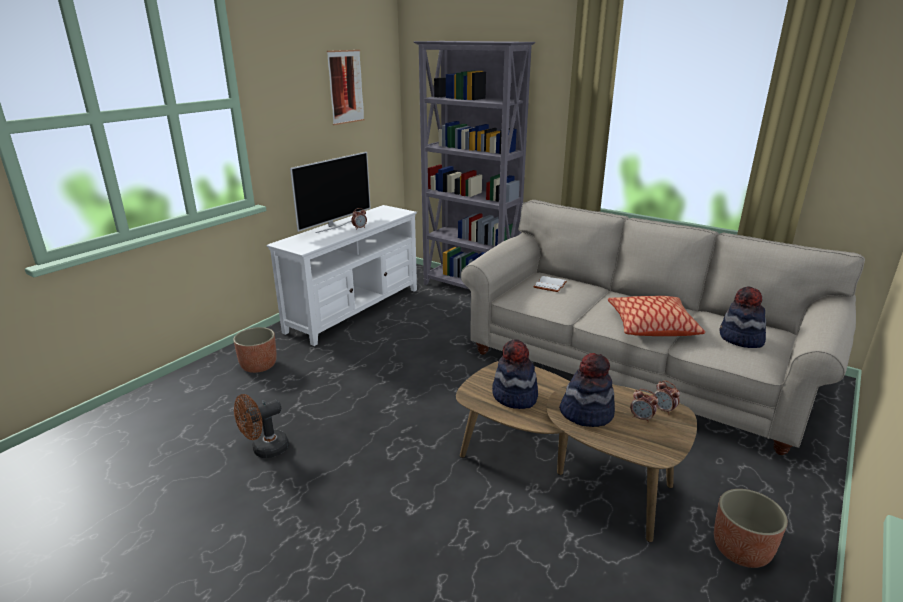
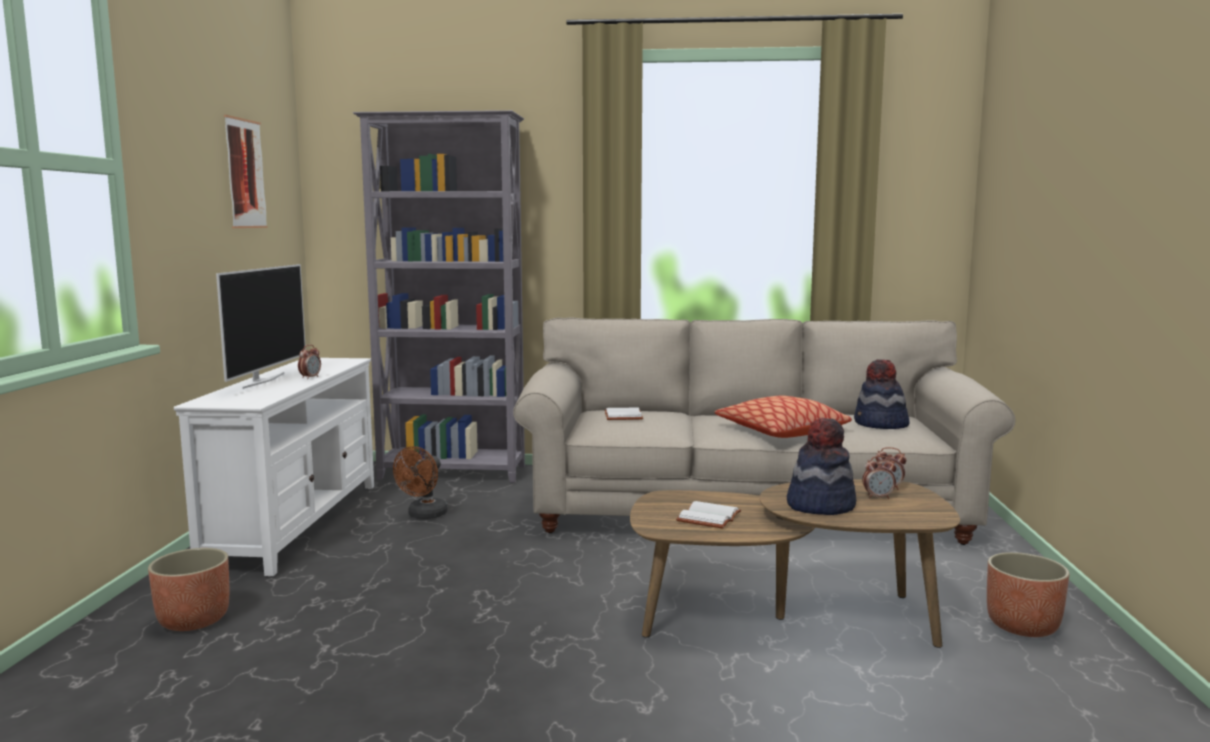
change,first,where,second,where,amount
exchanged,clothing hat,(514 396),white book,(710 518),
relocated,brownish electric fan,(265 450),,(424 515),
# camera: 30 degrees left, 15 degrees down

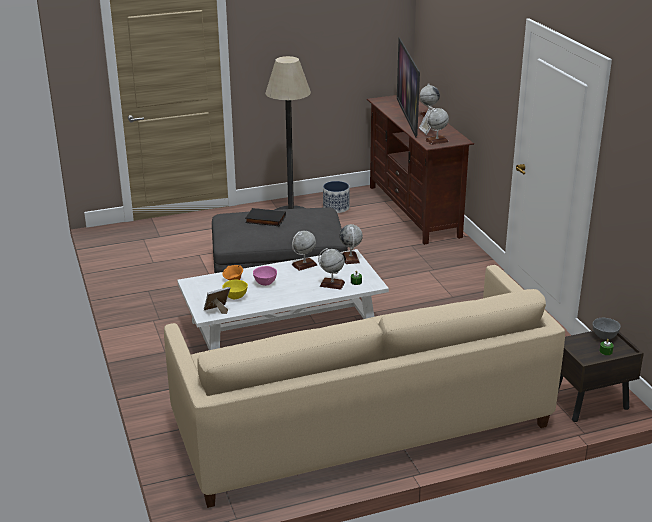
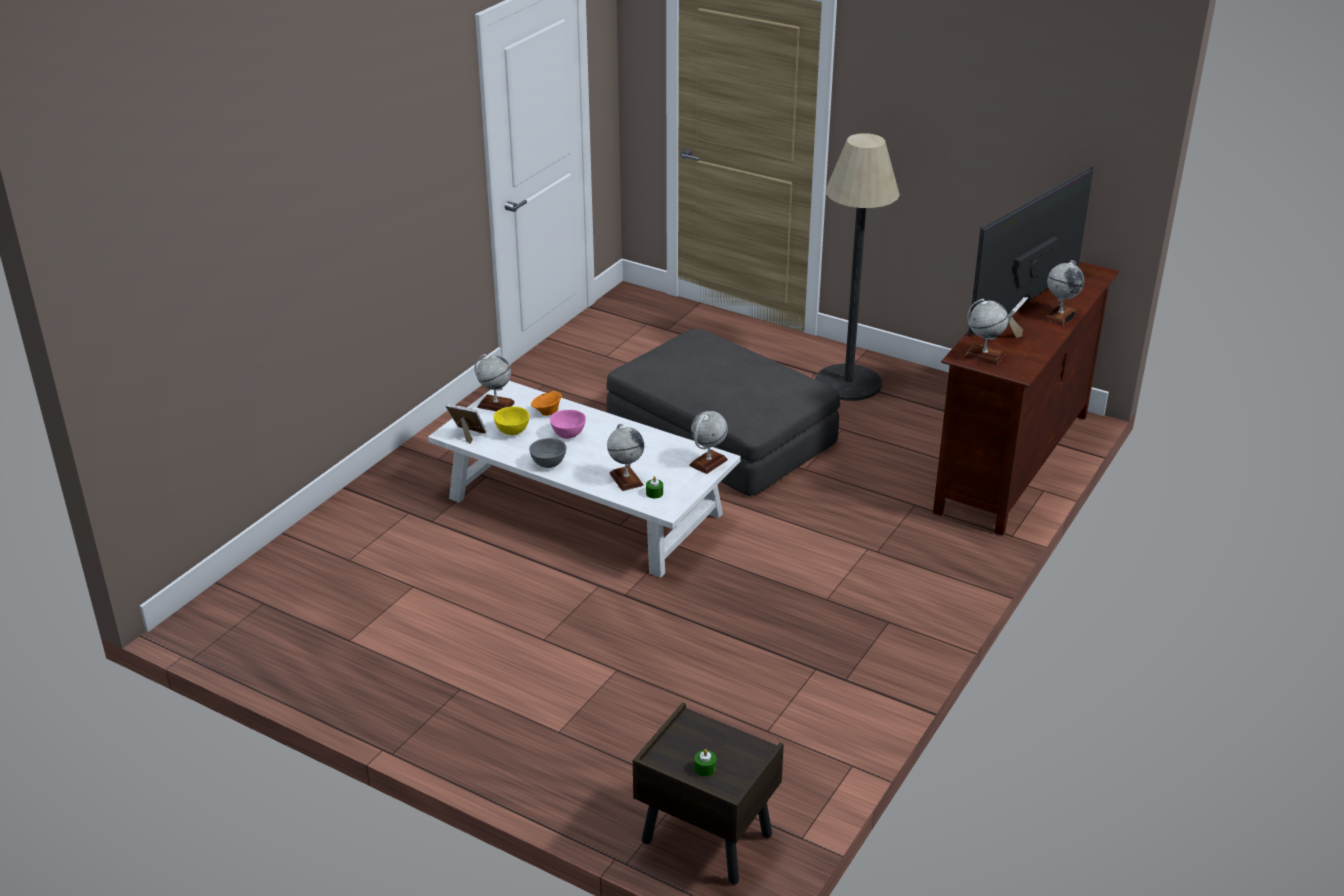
change,first,where,second,where,amount
missing,plant pot,(336 208),,,
missing,black-coloured book,(265 220),,,
relocated,desk globe,(304 265),,(495 405),
missing,beige-coloured sofa,(361 425),,,
relocated,greyish serving bowl,(604 337),,(548 464),
# camera: 50 degrees right, 5 degrees up

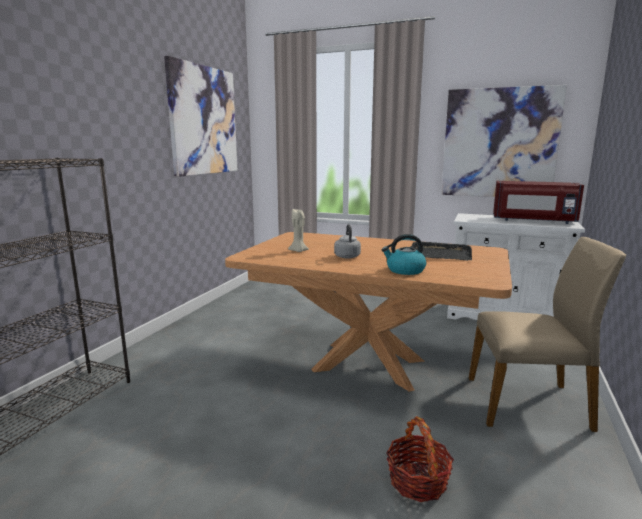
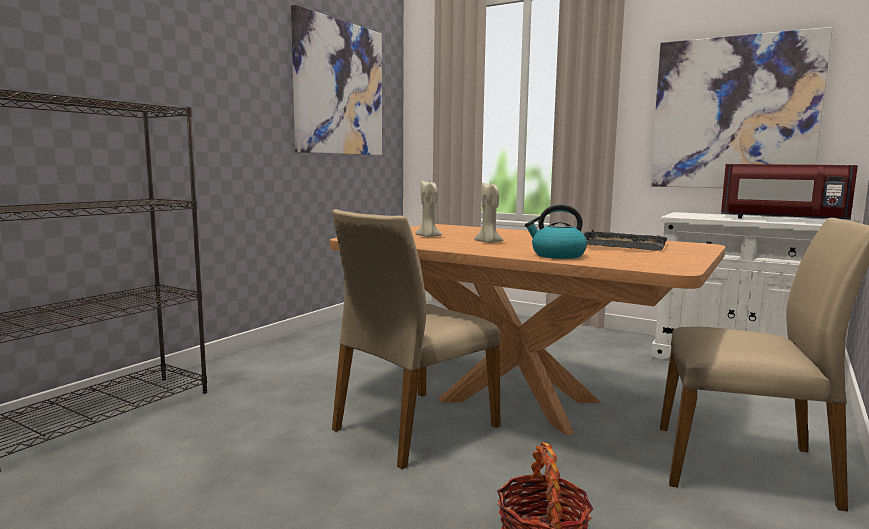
change,first,where,second,where,amount
exchanged,greyish tea kettle,(347 256),beige-coloured candle,(488 242),
appeared,,,beige-coloured chair,(413 427),
# camera: 10 degrees right, 5 degrees down

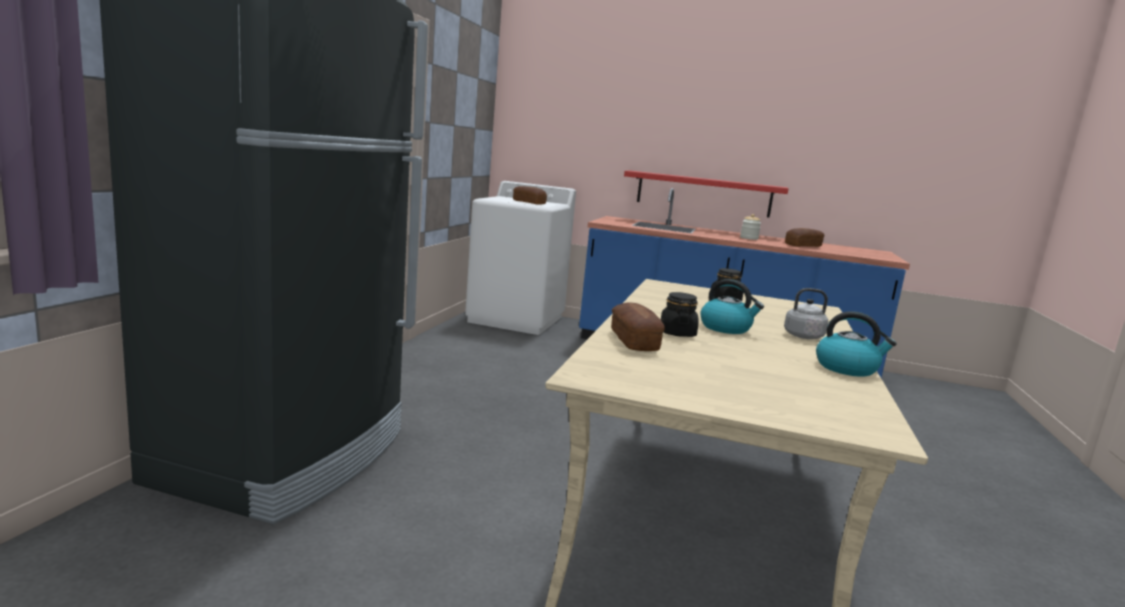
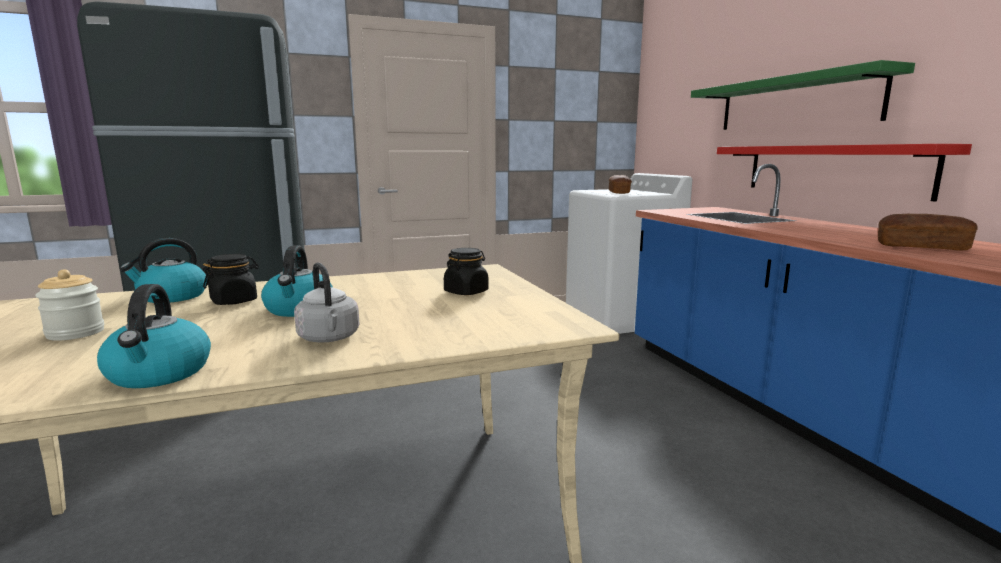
change,first,where,second,where,amount
relocated,jar,(749 238),,(75 333),
exchanged,bread,(634 341),tea kettle,(172 297),
appeared,,,green wall shelf,(795 103),
# camera: 55 degrees right, 0 degrees up

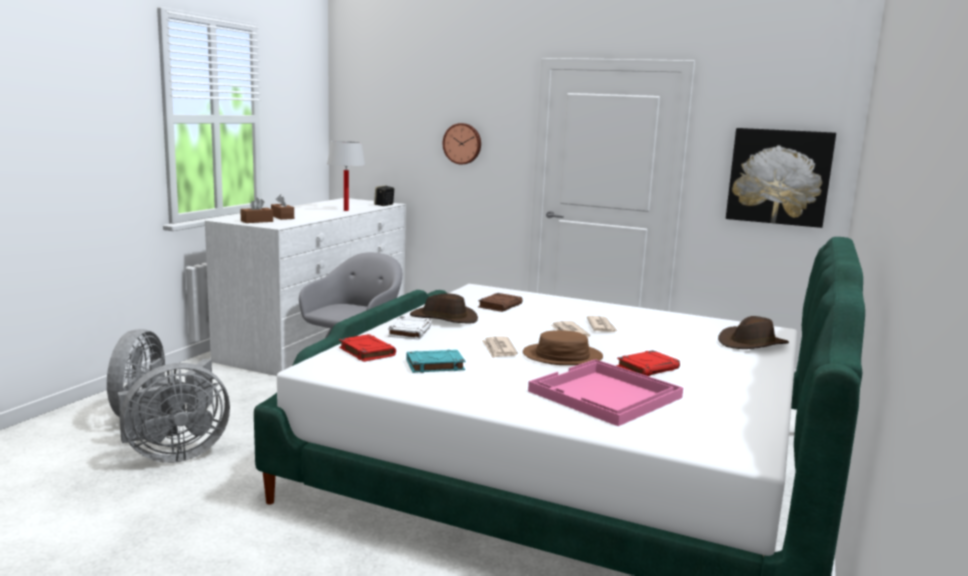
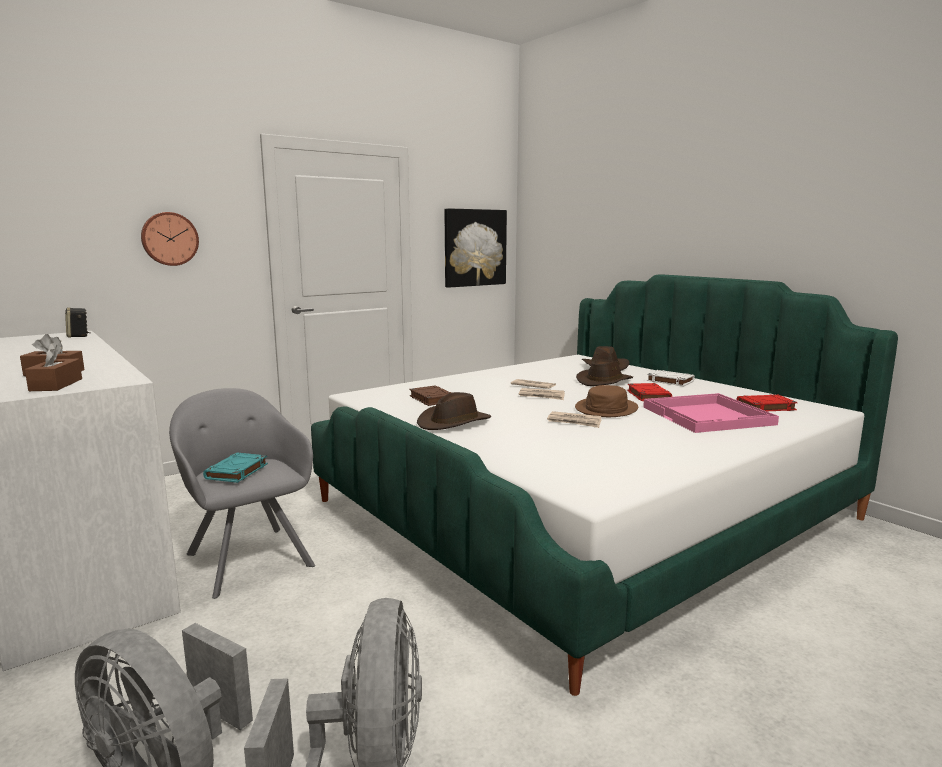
change,first,where,second,where,amount
missing,white table lamp,(346 210),,,
relocated,white book,(409 331),,(669 381),
relocated,red-coloured book,(366 352),,(765 407),
relocated,turquoise-coloured book,(434 365),,(236 472),
appeared,,,brownish clothing hat,(605 381),
# camera: 60 degrees left, 0 degrees up

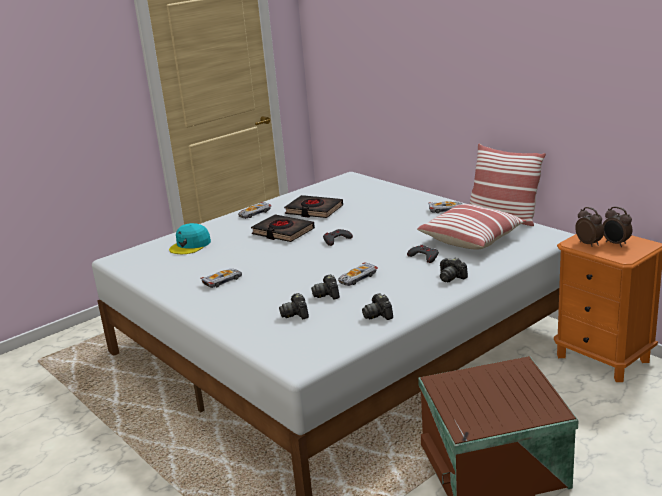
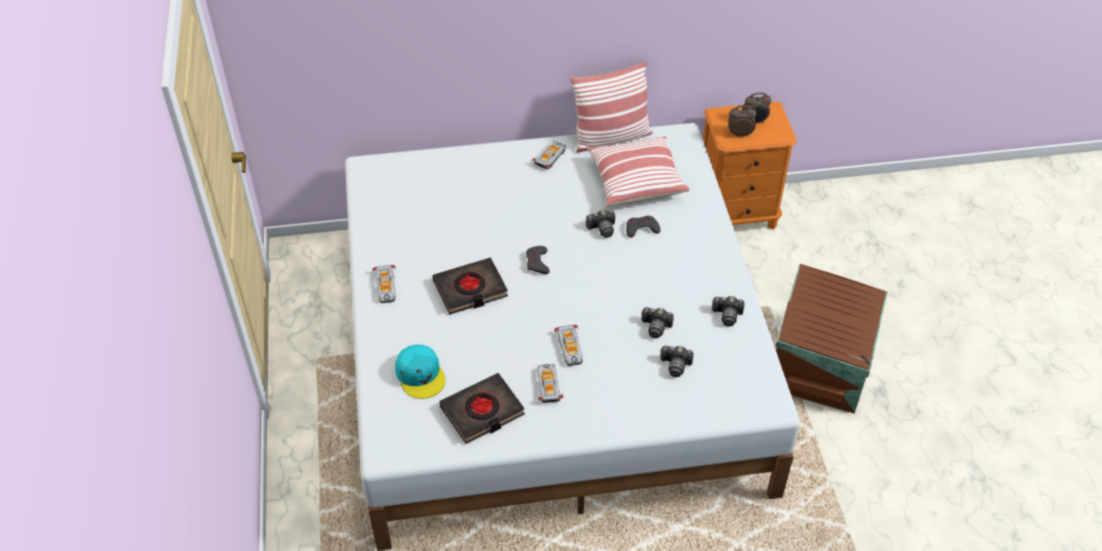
change,first,where,second,where,amount
relocated,black-coloured book,(314 210),,(482 411),
relocated,still camera,(451 277),,(602 229),
relocated,toy car,(357 278),,(570 348),
# camera: 60 degrees left, 25 degrees up

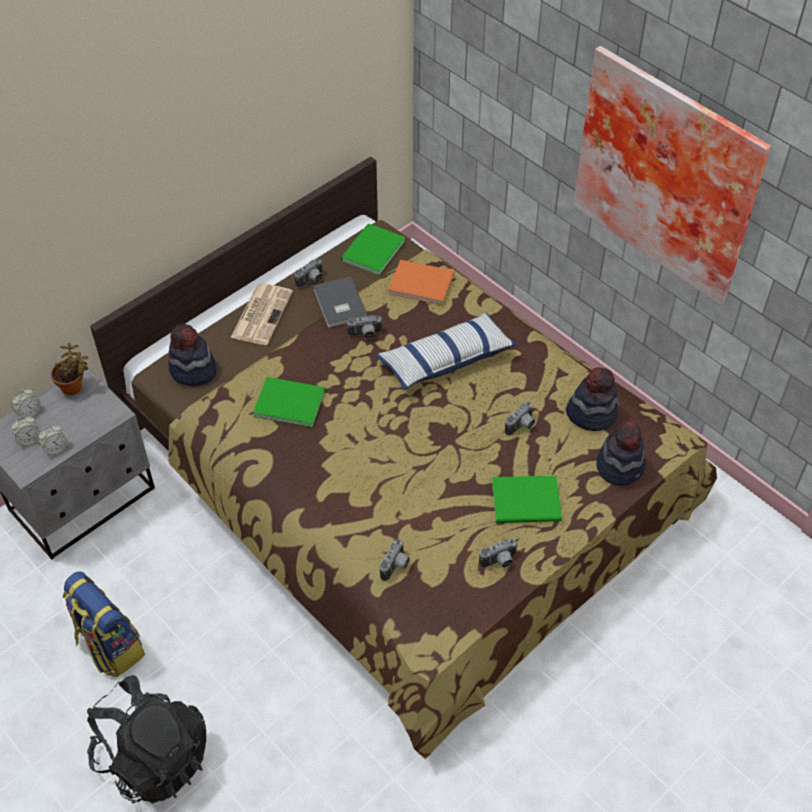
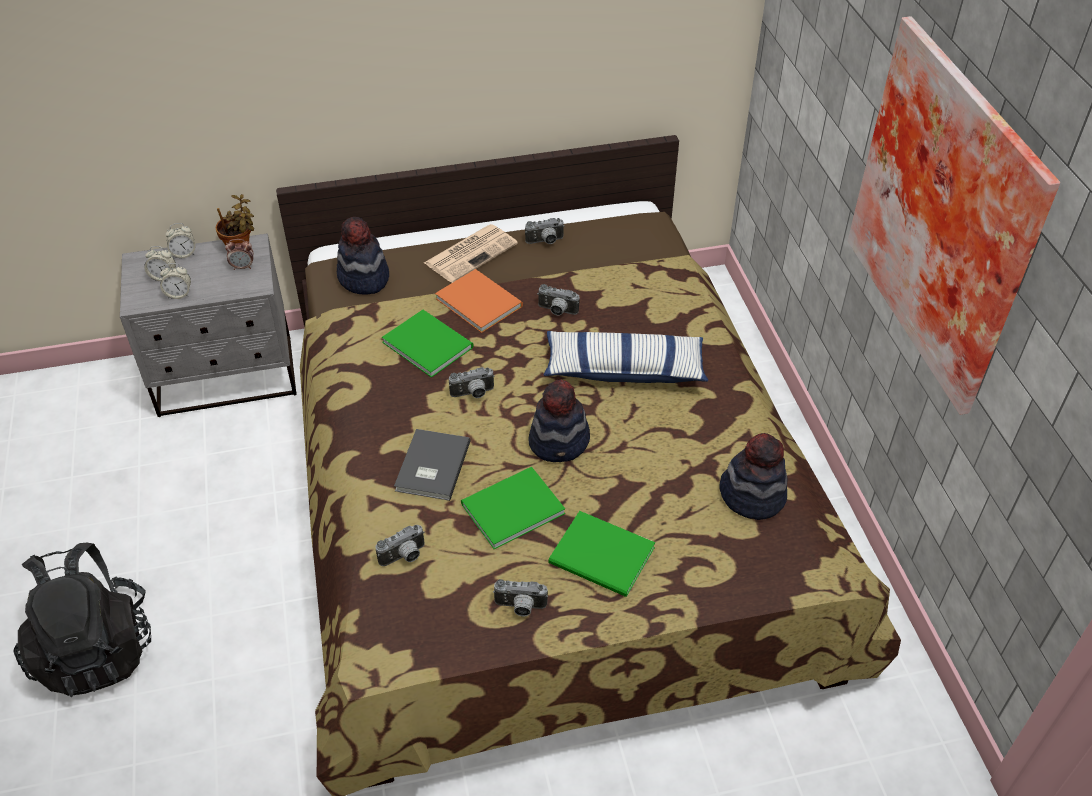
change,first,where,second,where,amount
relocated,green book,(371 251),,(509 508),
relocated,orange book,(420 282),,(479 300),
relocated,greyish book,(339 305),,(430 467),
relocated,still camera,(521 426),,(473 394),
relocated,clothing hat,(620 466),,(560 441),
missing,knapsack,(109 646),,,
appeared,,,bedside clock,(243 267),
# camera: 30 degrees right, 5 degrees down

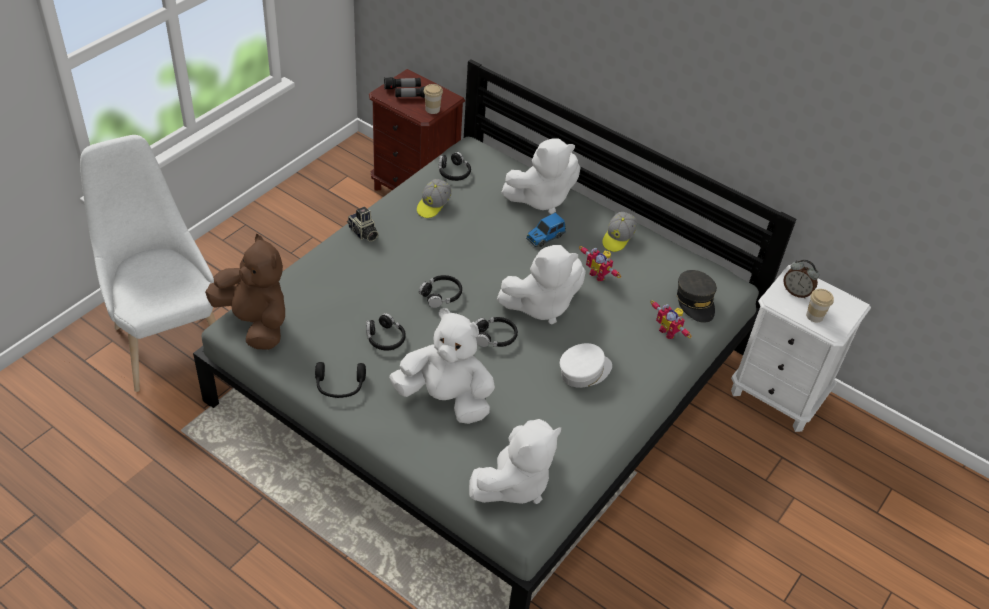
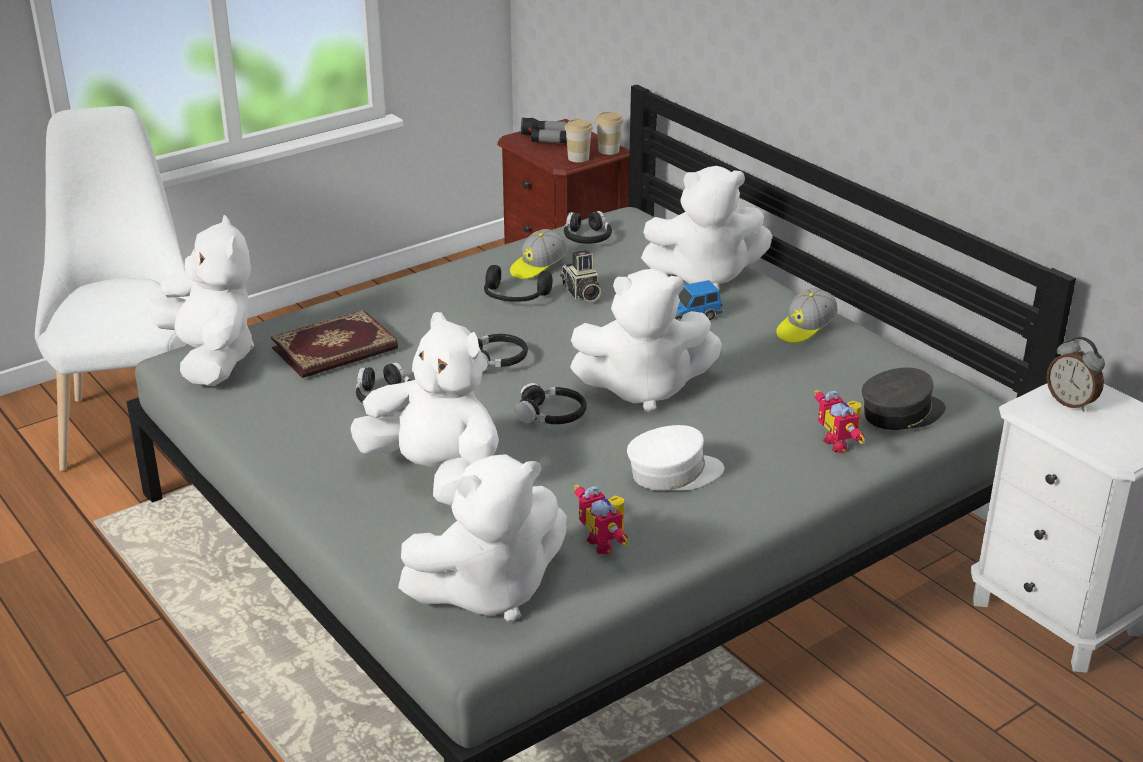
change,first,where,second,where,amount
relocated,still camera,(363 233),,(581 293),
colour,brownish plush toy,(255 322),white plush toy,(211 359),
relocated,toy robot,(599 274),,(605 543),
spun,greyish peaked cap,(695 301),,(901 413),120 degrees counterclockwise
relocated,drinking cup,(814 316),,(608 150),
relocated,black-coloured headset,(340 386),,(514 297),
appeared,,,book,(335 350),
# camera: 20 degrees right, 15 degrees down

